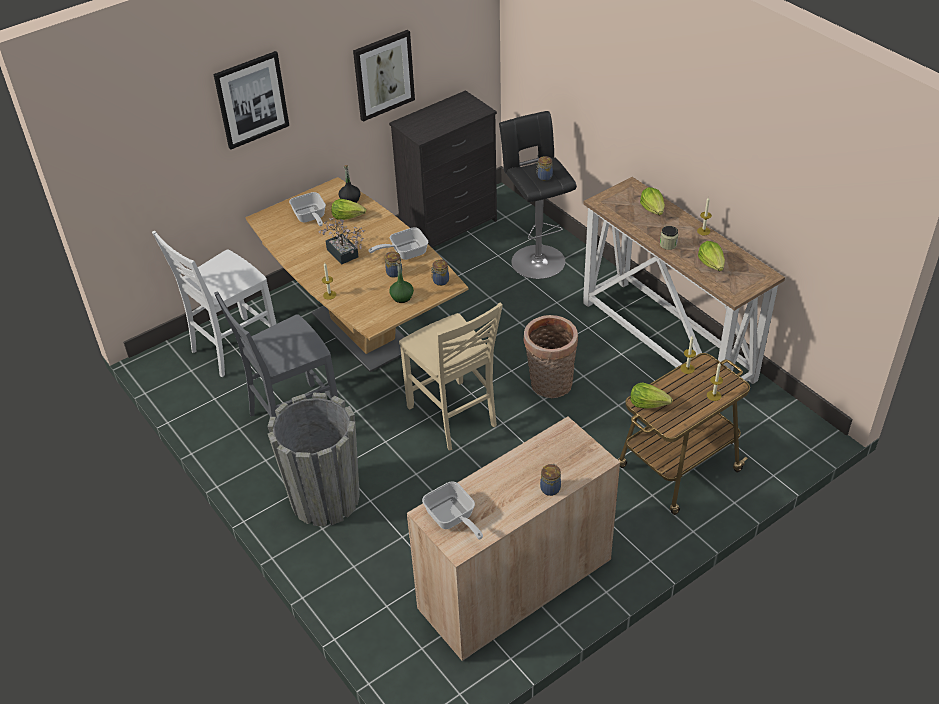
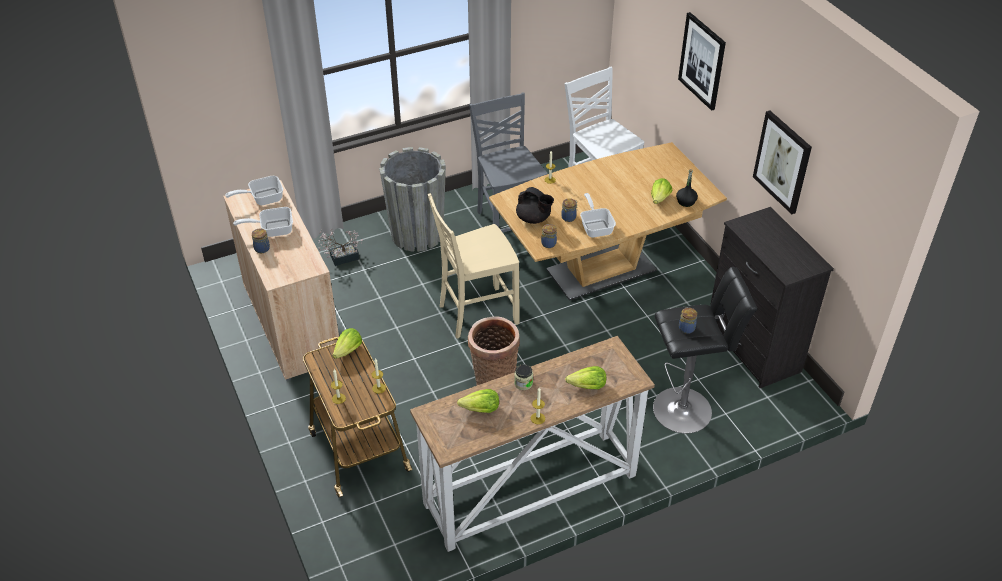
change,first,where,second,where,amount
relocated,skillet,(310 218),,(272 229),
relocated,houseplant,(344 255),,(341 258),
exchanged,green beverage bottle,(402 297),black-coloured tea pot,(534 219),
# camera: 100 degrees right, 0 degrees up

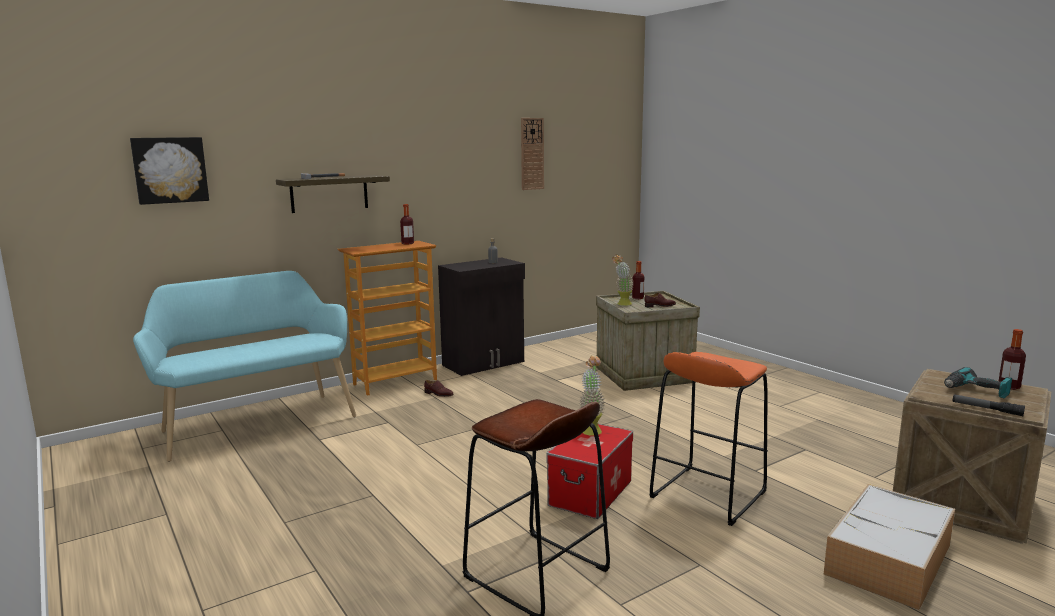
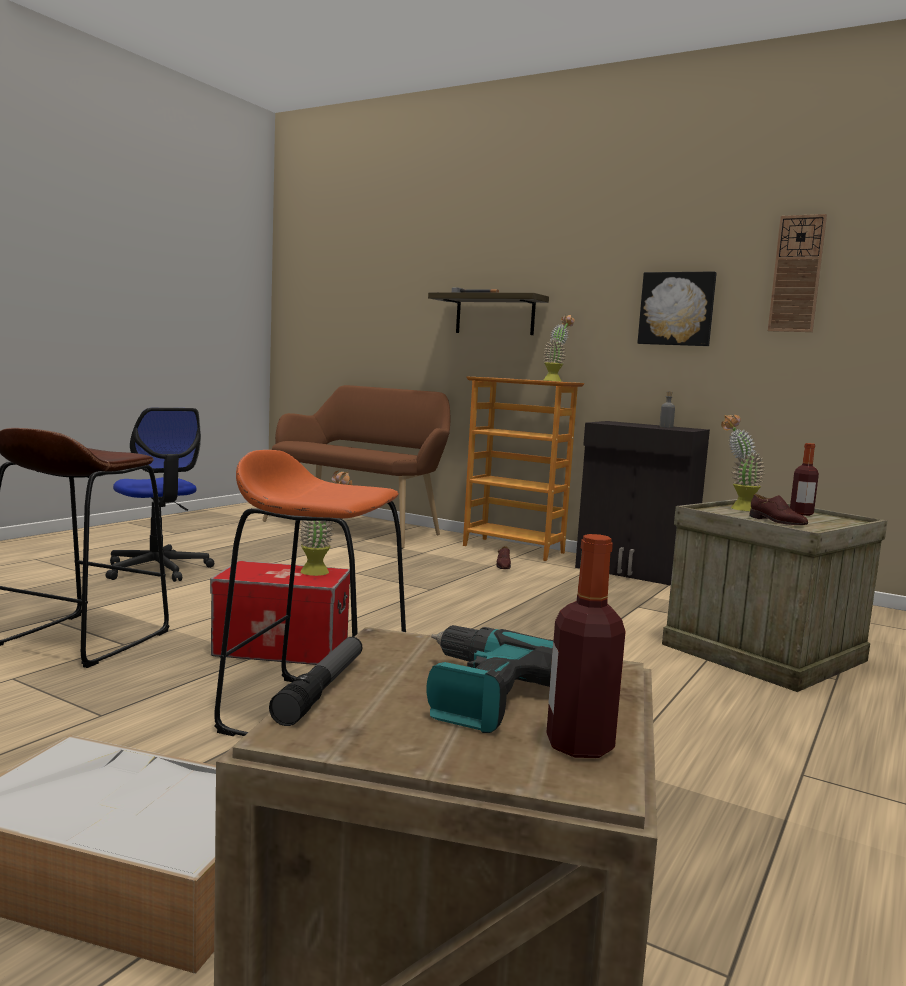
change,first,where,second,where,amount
relocated,wall picture,(170 170),,(677 309),
exchanged,beverage bottle,(407 243),houseplant,(555 381),
colour,turquoise-coloured long seat,(256 422),brownish long seat,(358 527),
appeared,,,desk chair,(157 569),
# camera: 65 degrees right, 5 degrees down

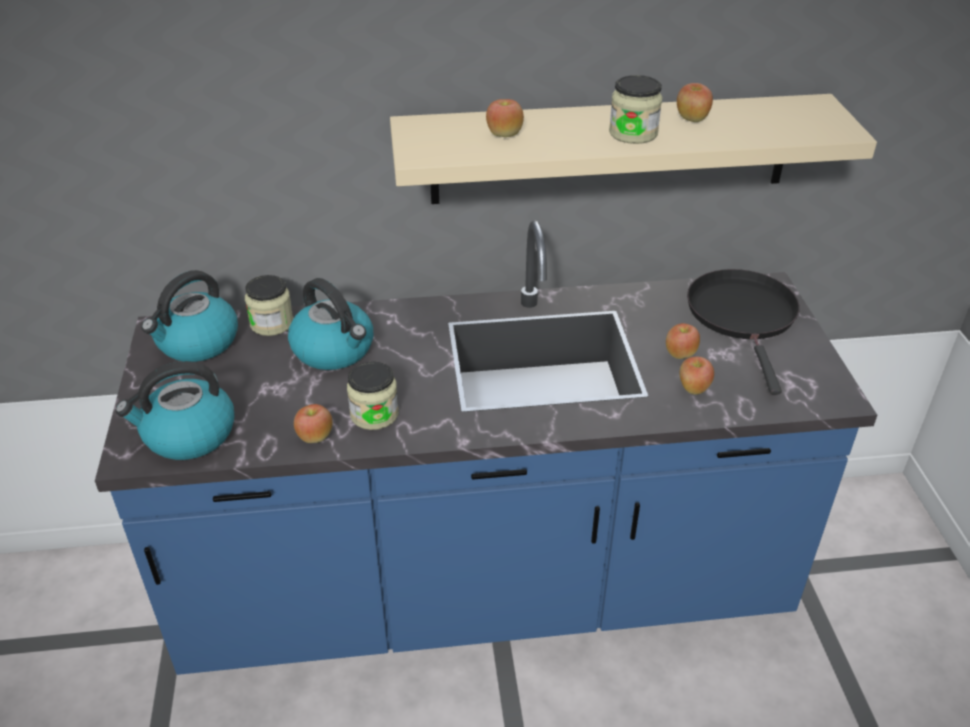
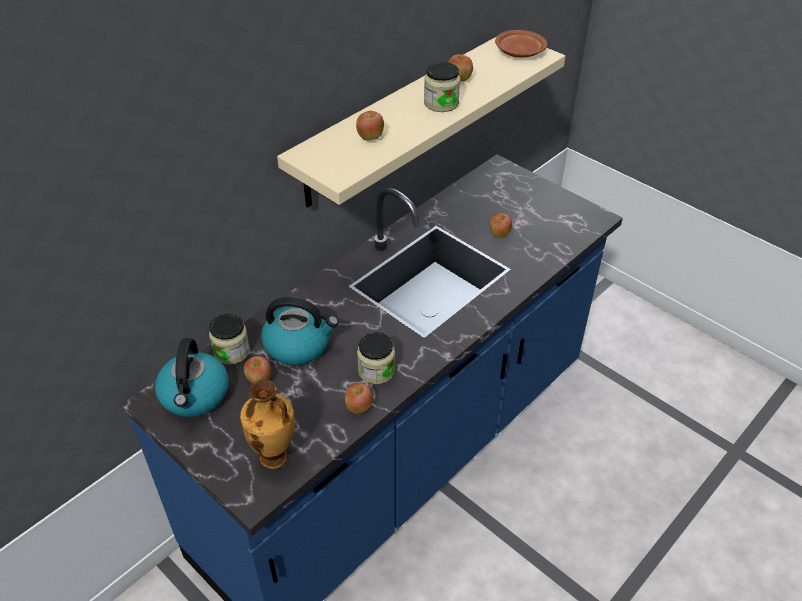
change,first,where,second,where,amount
missing,black-coloured skillet,(743 316),,,
relocated,apple,(693 388),,(259 380),
exchanged,tea kettle,(188 435),flower vase,(275 459),
appeared,,,brownish dinner plate,(519 52),
# camera: 40 degrees left, 5 degrees up

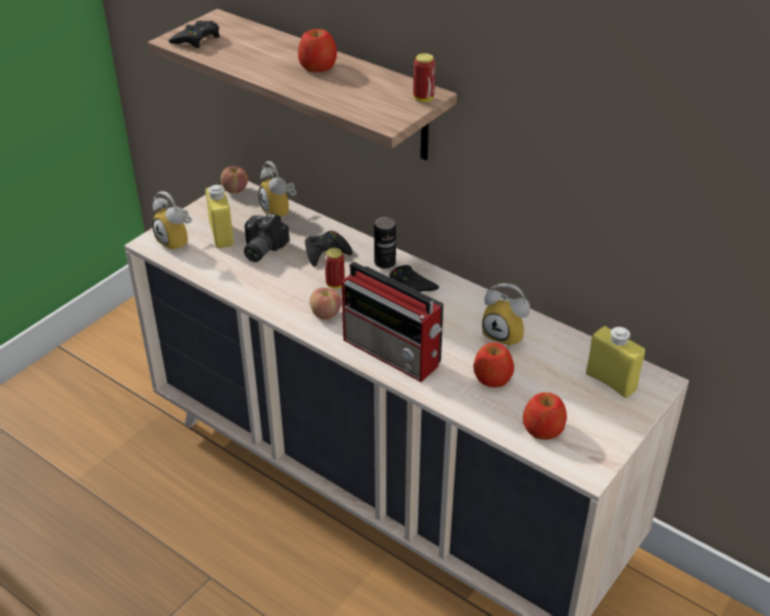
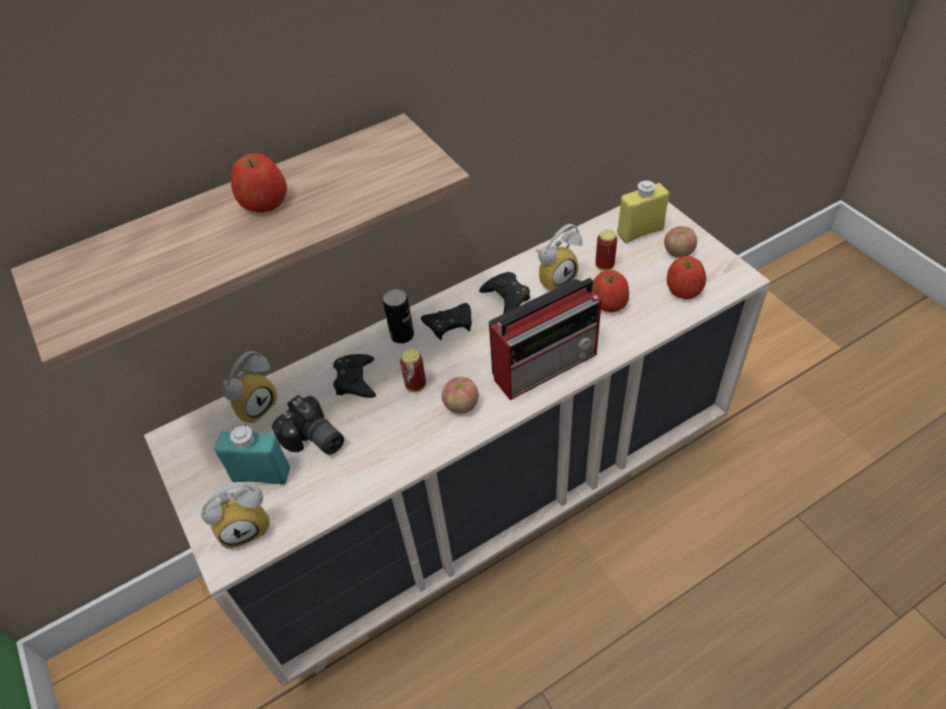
change,first,where,second,where,amount
relocated,black-coloured gamepad,(197 39),,(506 297),
relocated,sealed can,(423 98),,(604 265),
spun,bedside clock,(281 212),,(255 404),45 degrees counterclockwise
relocated,apple,(235 190),,(678 252),
colour,yellow beverage bottle,(221 235),turquoise-coloured beverage bottle,(261 474),
# camera: 65 degrees left, 10 degrees up

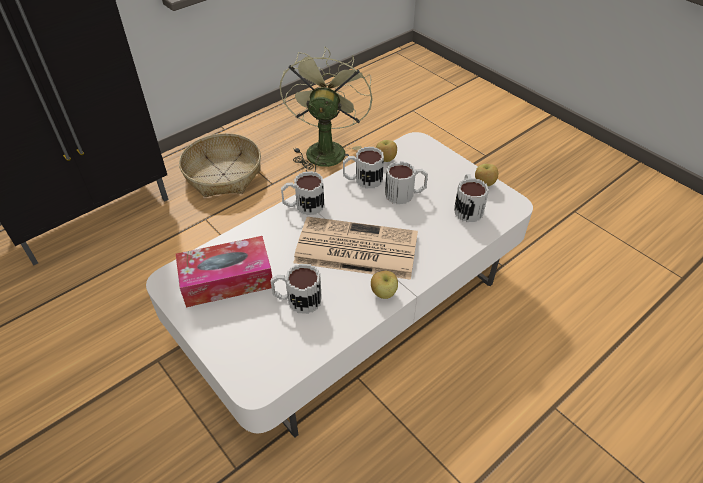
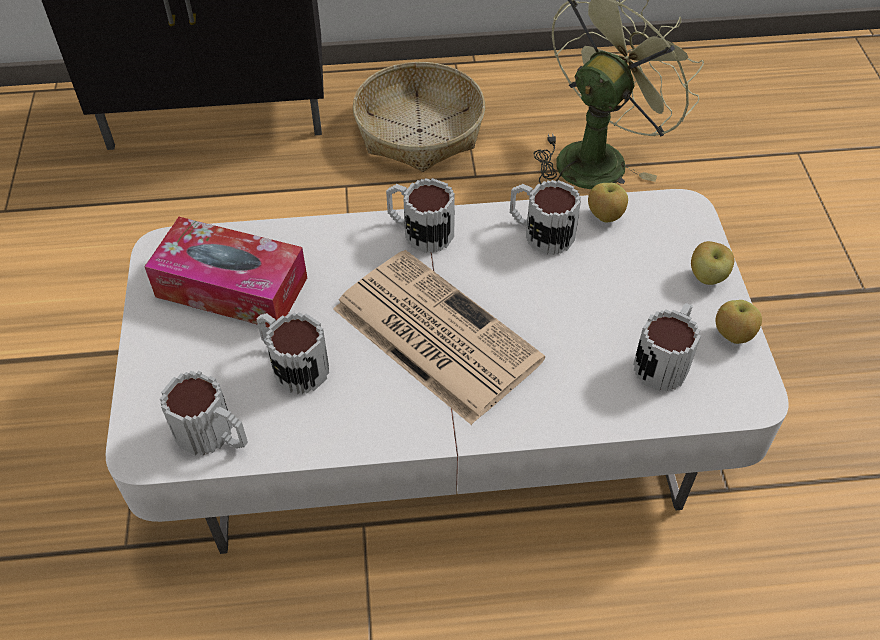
change,first,where,second,where,amount
relocated,coffee mug,(405 194),,(214 436),
relocated,apple,(384 293),,(707 277),
# camera: 35 degrees right, 5 degrees up

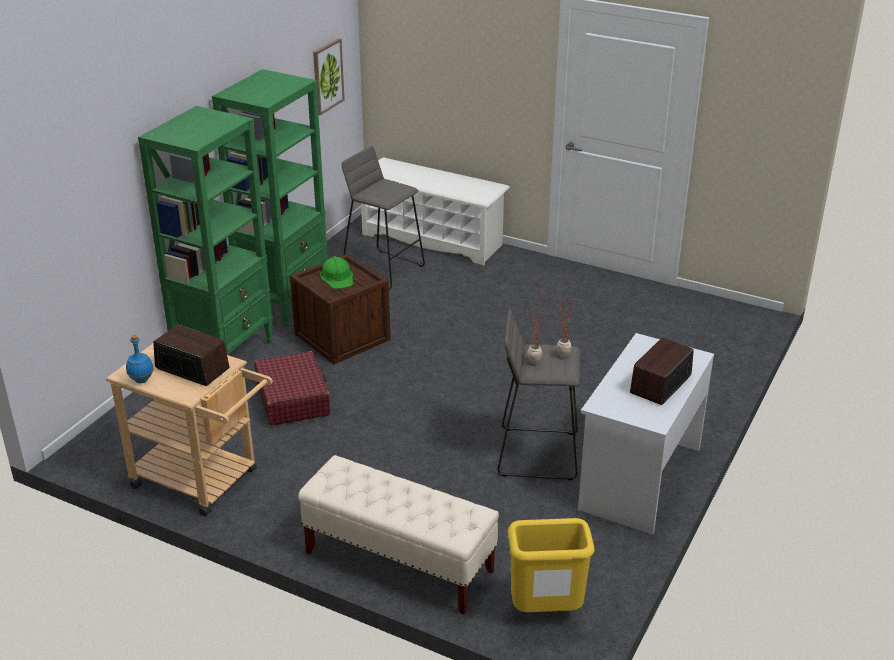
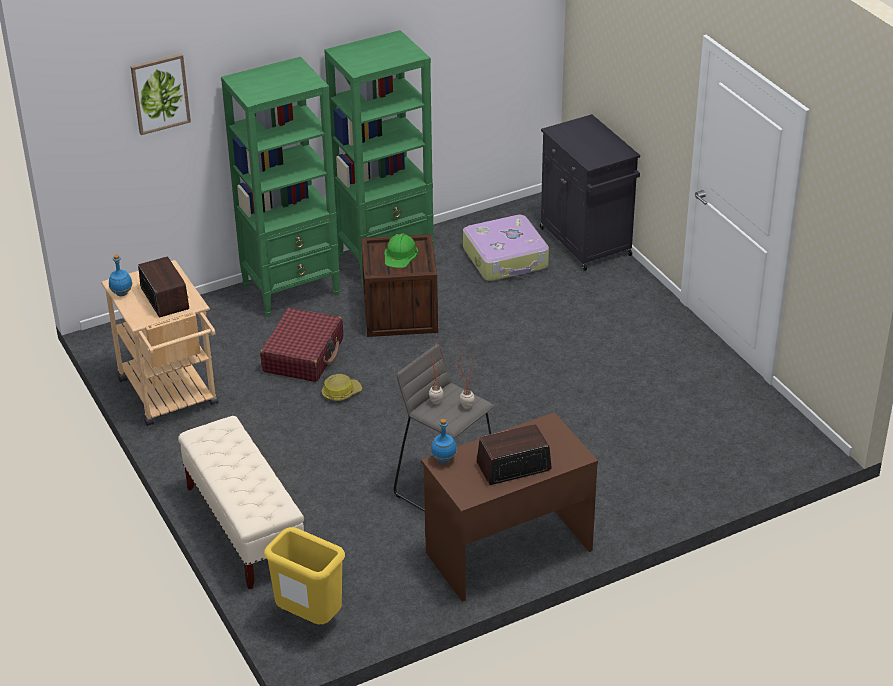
change,first,where,second,where,amount
relocated,wall picture,(327 76),,(160 93),
exchanged,greyish sitting stool,(383 269),piece of luggage,(506 258),
exchanged,white shoe shelf,(433 239),black-coloured storage cabinet,(586 243),
colour,white desk,(638 477),brownish desk,(508 550),
appeared,,,hard hat,(341 393),
appeared,,,blue beverage bottle,(444 459),
# camera: 35 degrees right, 5 degrees up

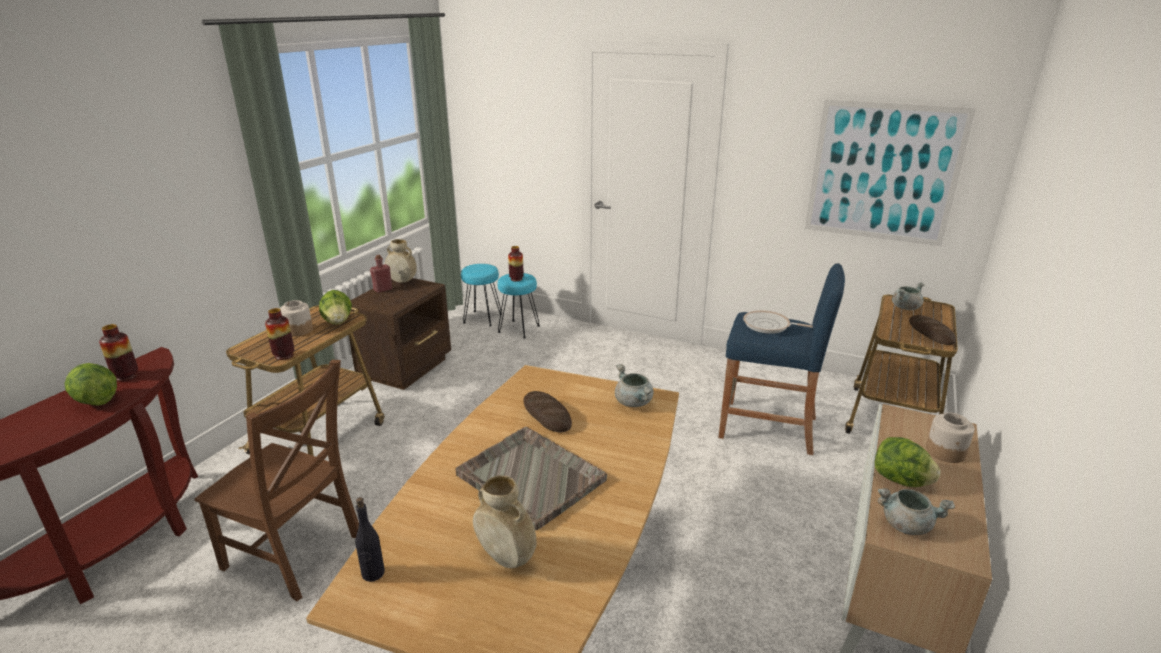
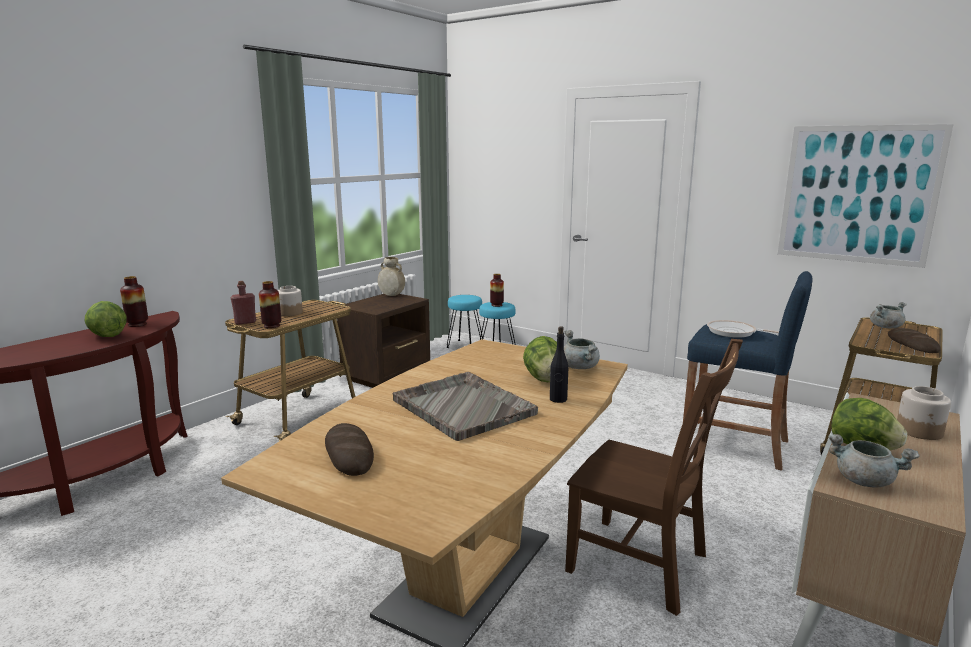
change,first,where,second,where,amount
relocated,red-coloured beverage bottle,(383 289),,(245 322),
relocated,lettuce,(338 321),,(544 379),
relocated,brownish chair,(297 554),,(643 565),
relocated,bread,(547 415),,(349 454),
missing,beige-coloured flower vase,(506 558),,,
relocated,black-coloured beverage bottle,(373 573),,(558 399),
# camera: 10 degrees right, 10 degrees down

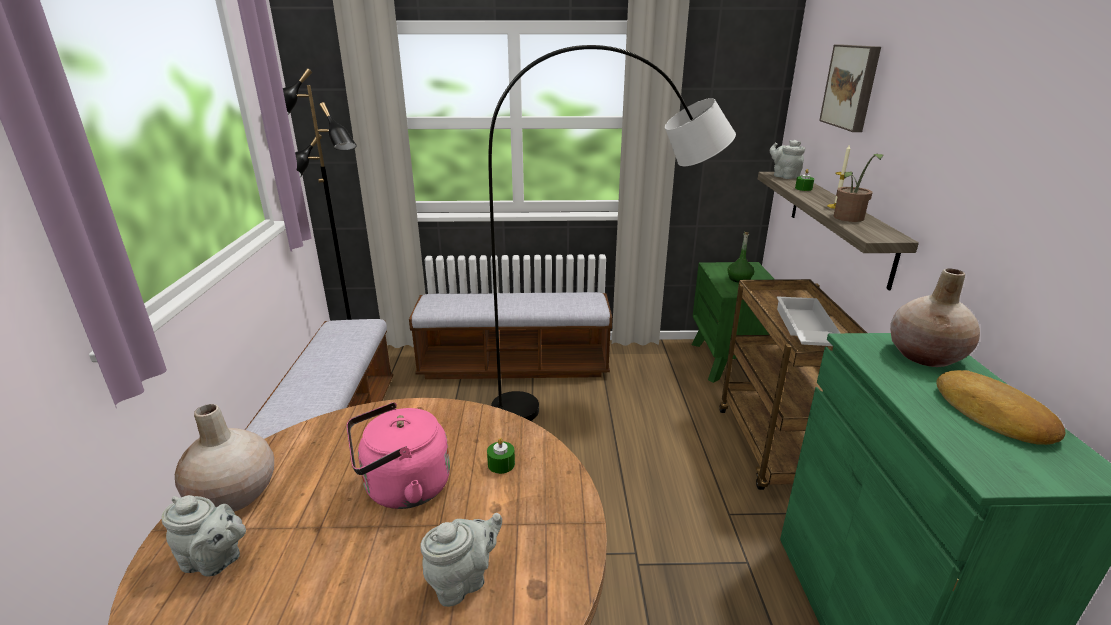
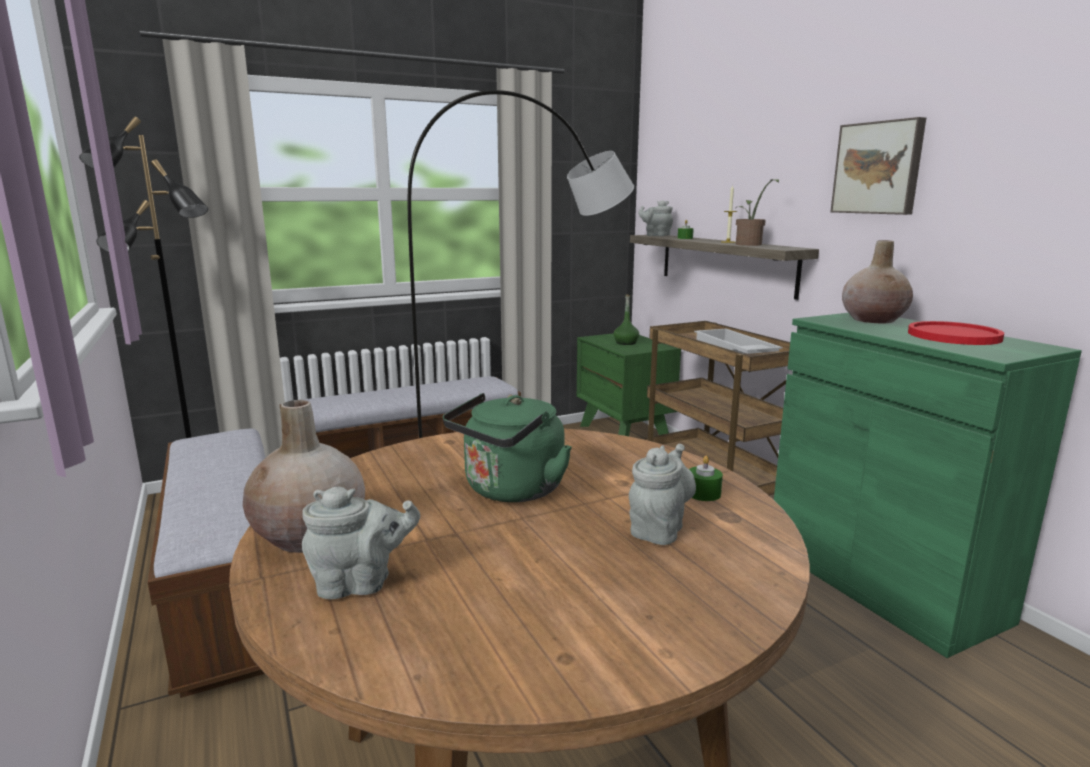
change,first,where,second,where,amount
relocated,wall picture,(852 87),,(878 168),
exchanged,bread,(991 415),red-coloured dinner plate,(953 335),
colour,pink-coloured tea kettle,(402 488),green tea kettle,(510 490),
relocated,green candle,(501 464),,(703 493),
# camera: 25 degrees left, 10 degrees down

